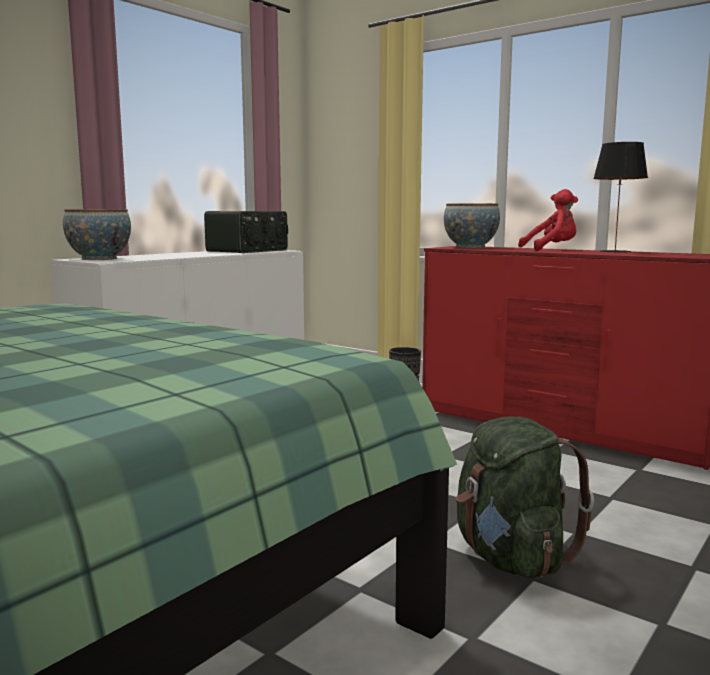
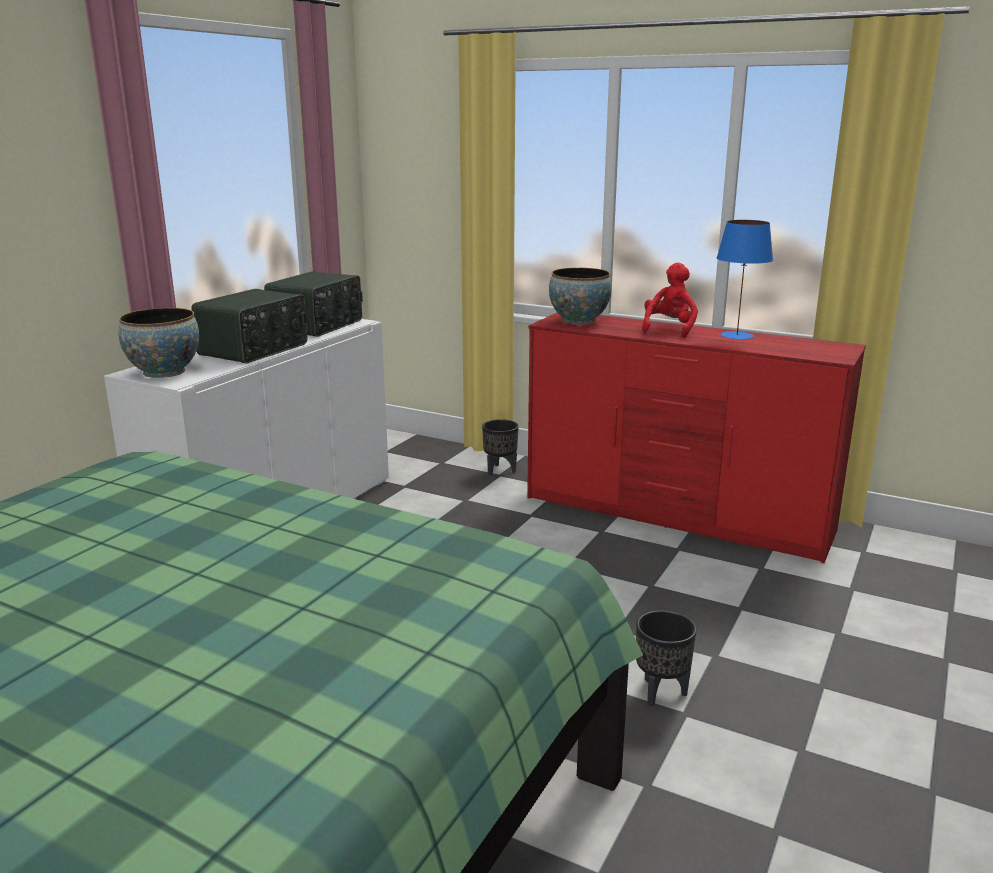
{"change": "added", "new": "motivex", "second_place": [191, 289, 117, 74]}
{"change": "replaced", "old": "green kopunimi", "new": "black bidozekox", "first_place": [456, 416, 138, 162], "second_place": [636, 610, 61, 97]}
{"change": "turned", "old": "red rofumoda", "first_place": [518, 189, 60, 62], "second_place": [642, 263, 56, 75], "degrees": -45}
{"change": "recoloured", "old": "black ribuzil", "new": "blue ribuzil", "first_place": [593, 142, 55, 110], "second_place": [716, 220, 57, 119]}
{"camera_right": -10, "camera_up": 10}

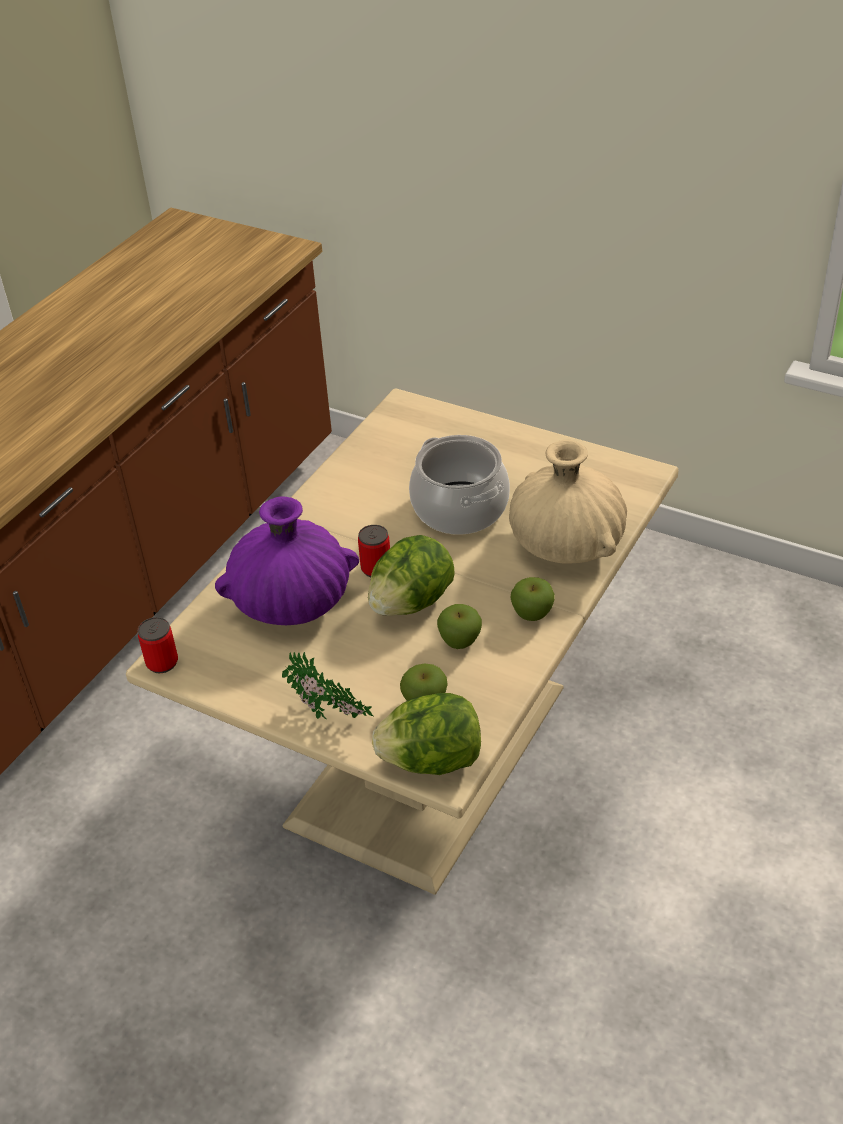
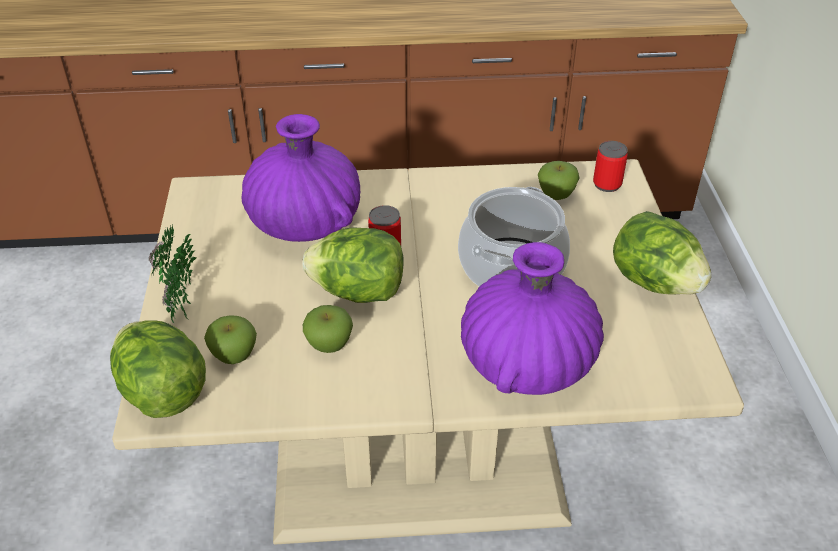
{"change": "recoloured", "old": "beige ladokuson", "new": "purple ladokuson", "first_place": [509, 440, 118, 124], "second_place": [461, 242, 143, 153]}
{"change": "moved", "old": "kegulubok", "first_place": [510, 577, 45, 44], "second_place": [538, 161, 42, 39]}
{"change": "moved", "old": "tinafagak", "first_place": [138, 617, 40, 56], "second_place": [593, 141, 35, 51]}
{"change": "added", "new": "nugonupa", "second_place": [613, 211, 99, 84]}
{"camera_right": 55, "camera_up": 0}

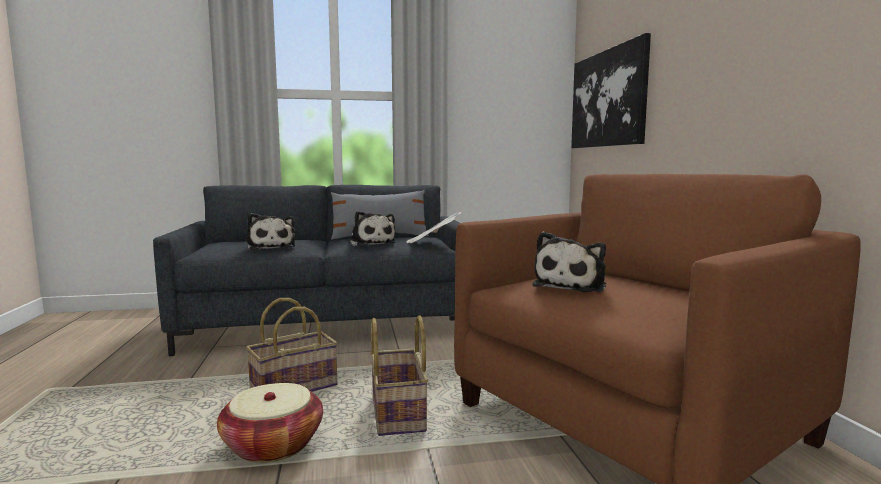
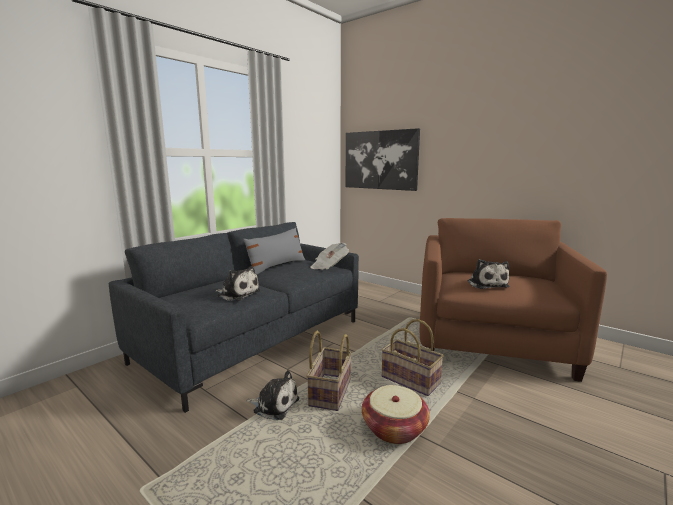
{"change": "moved", "old": "rofumoda", "first_place": [349, 211, 47, 35], "second_place": [246, 370, 53, 50]}
{"camera_right": -40, "camera_up": 5}

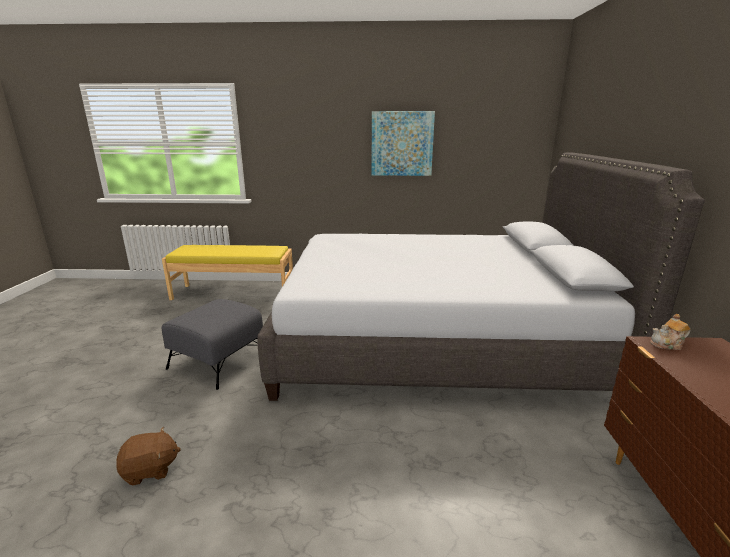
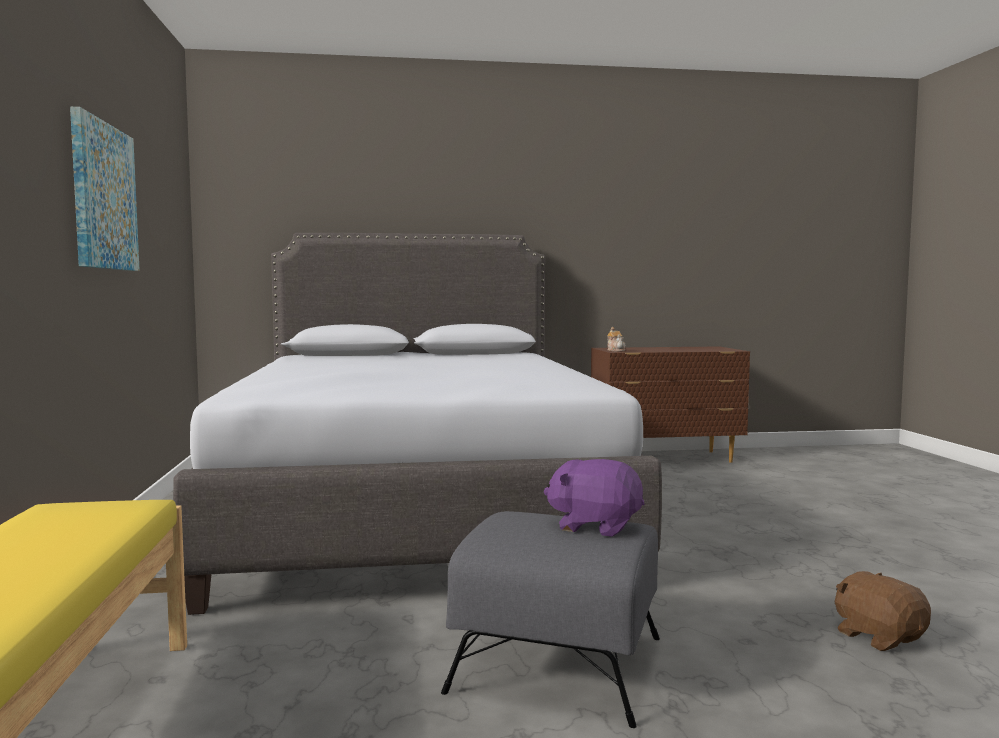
{"change": "added", "new": "purple rofumoda", "second_place": [544, 459, 100, 78]}
{"camera_right": -100, "camera_up": -15}

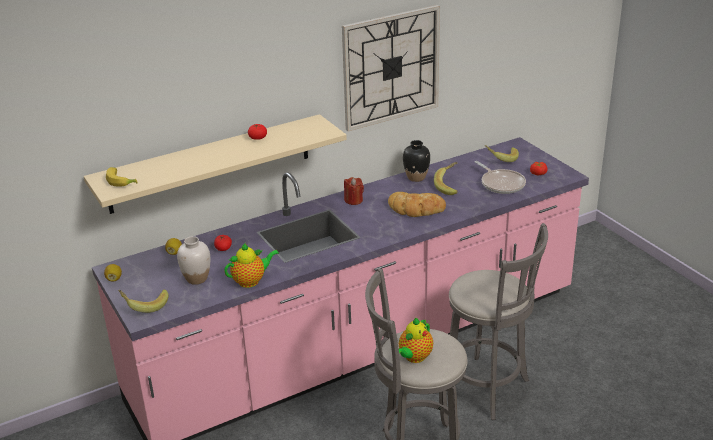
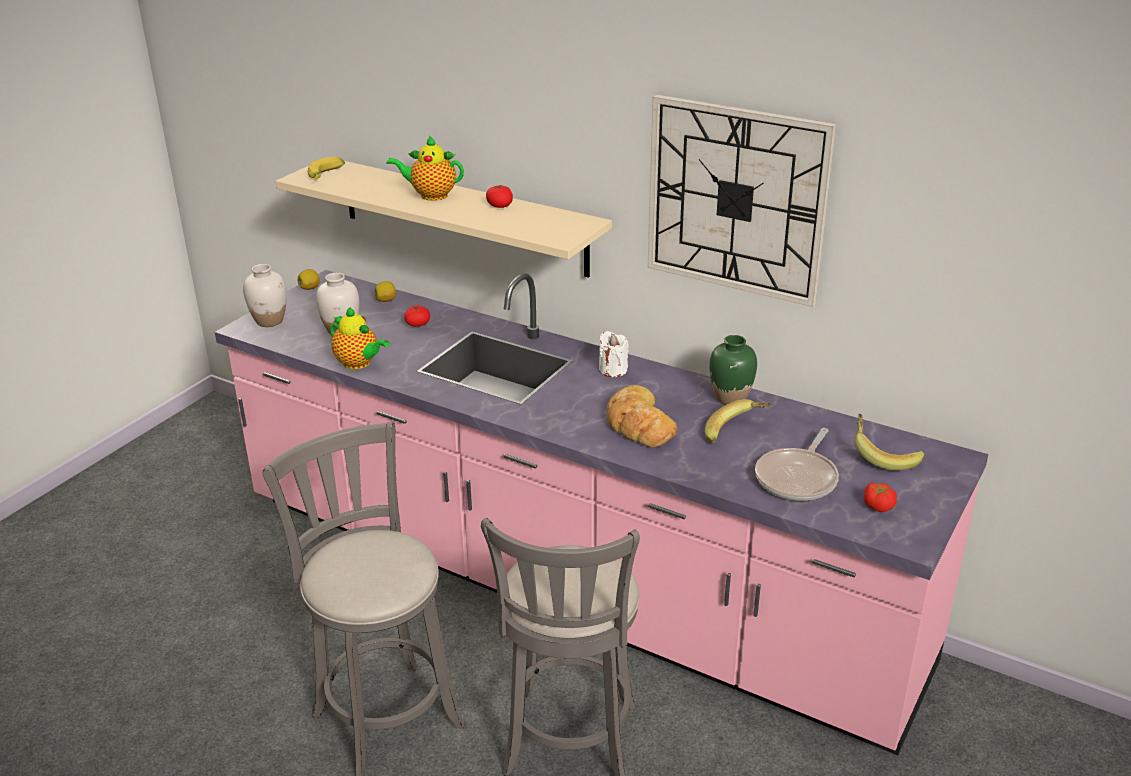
{"change": "replaced", "old": "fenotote", "new": "white ladokuson", "first_place": [118, 289, 51, 24], "second_place": [243, 264, 44, 63]}
{"change": "moved", "old": "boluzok", "first_place": [399, 318, 34, 45], "second_place": [387, 136, 77, 65]}
{"change": "recoloured", "old": "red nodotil", "new": "white nodotil", "first_place": [344, 177, 20, 28], "second_place": [599, 331, 30, 46]}
{"change": "recoloured", "old": "black ladokuson", "new": "green ladokuson", "first_place": [403, 140, 27, 42], "second_place": [709, 335, 48, 70]}
{"camera_right": 60, "camera_up": 0}

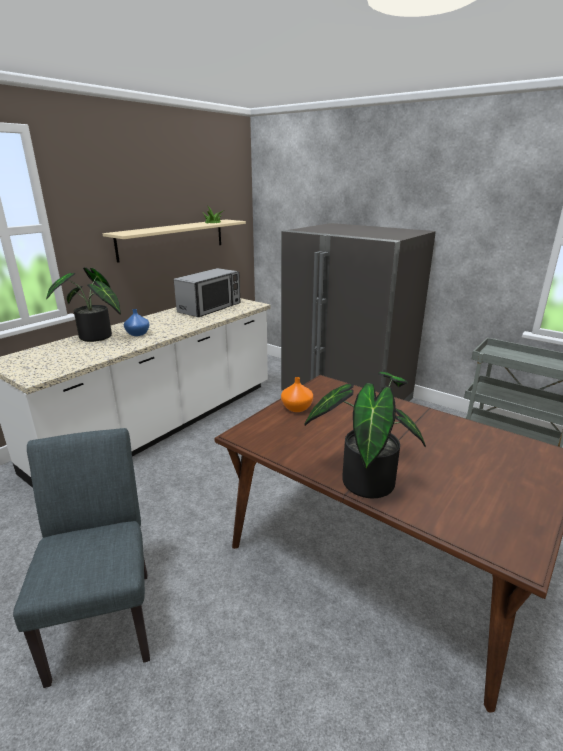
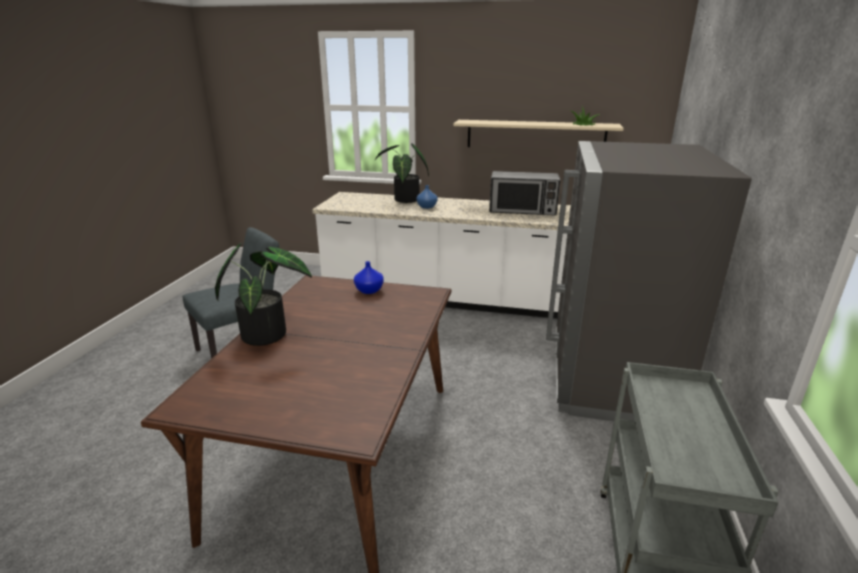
{"change": "recoloured", "old": "orange ladokuson", "new": "blue ladokuson", "first_place": [281, 377, 32, 35], "second_place": [354, 261, 30, 33]}
{"camera_right": 65, "camera_up": 0}

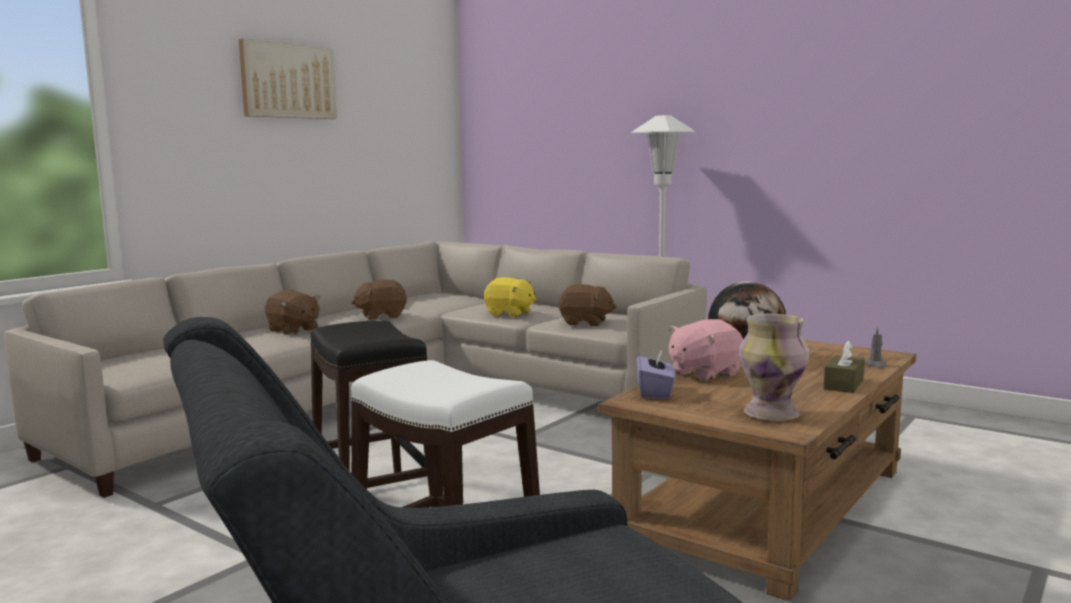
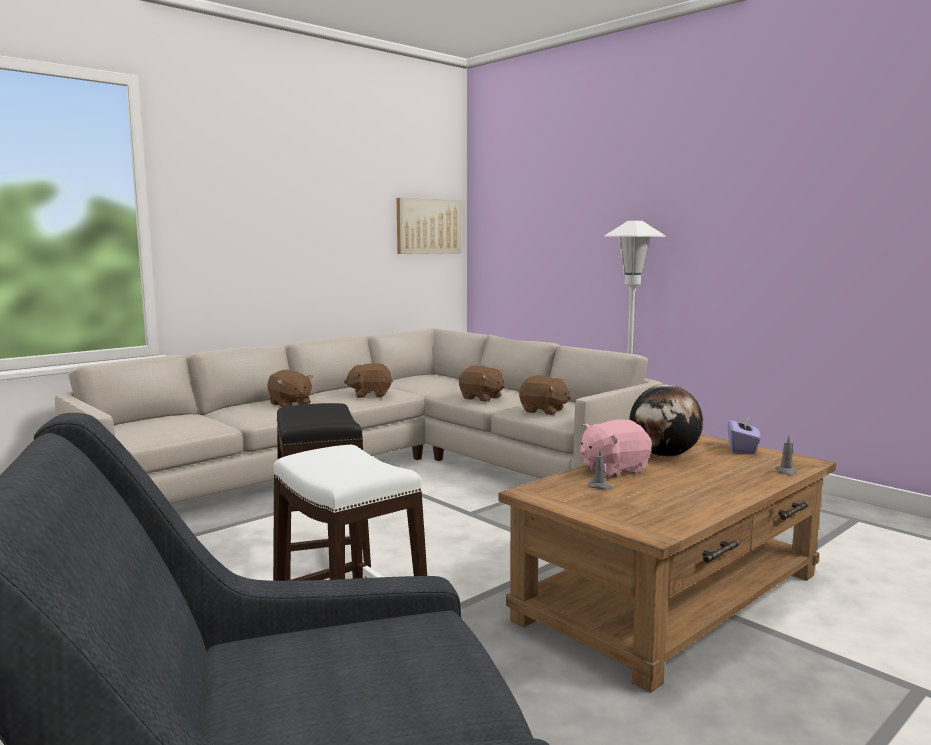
{"change": "moved", "old": "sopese", "first_place": [239, 39, 98, 80], "second_place": [397, 198, 64, 56]}
{"change": "recoloured", "old": "yellow rofumoda", "new": "brown rofumoda", "first_place": [484, 277, 52, 40], "second_place": [459, 365, 46, 37]}
{"change": "added", "new": "grey nodotil", "second_place": [587, 447, 26, 43]}
{"change": "moved", "old": "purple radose", "first_place": [636, 348, 40, 51], "second_place": [728, 414, 33, 40]}
{"change": "removed", "old": "ladokuson", "first_place": [739, 314, 70, 107]}
{"change": "removed", "old": "brown radose", "first_place": [824, 340, 41, 53]}
{"camera_right": 10, "camera_up": 0}

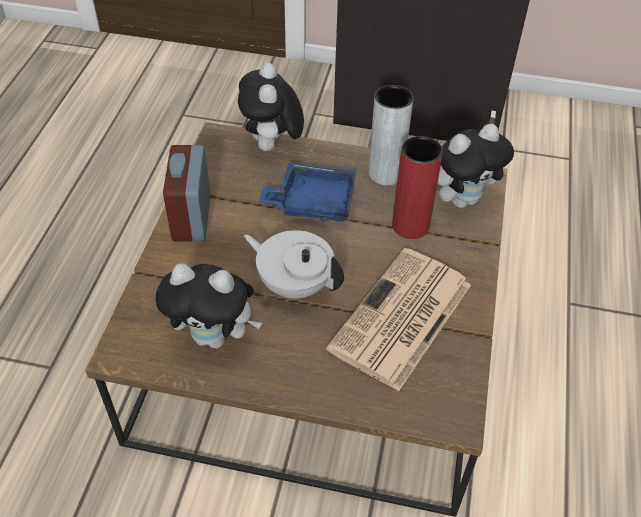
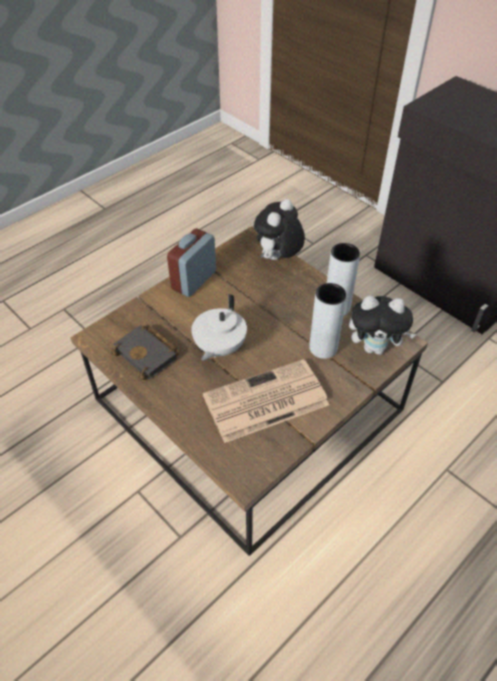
{"change": "replaced", "old": "rofumoda", "new": "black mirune", "first_place": [155, 263, 107, 86], "second_place": [110, 325, 70, 55]}
{"change": "turned", "old": "white boluzok", "first_place": [244, 230, 100, 69], "second_place": [191, 294, 56, 67], "degrees": -135}
{"change": "recoloured", "old": "red ladokuson", "new": "grey ladokuson", "first_place": [392, 136, 51, 103], "second_place": [309, 283, 38, 76]}
{"change": "removed", "old": "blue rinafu", "first_place": [259, 163, 97, 59]}
{"camera_right": 35, "camera_up": 0}

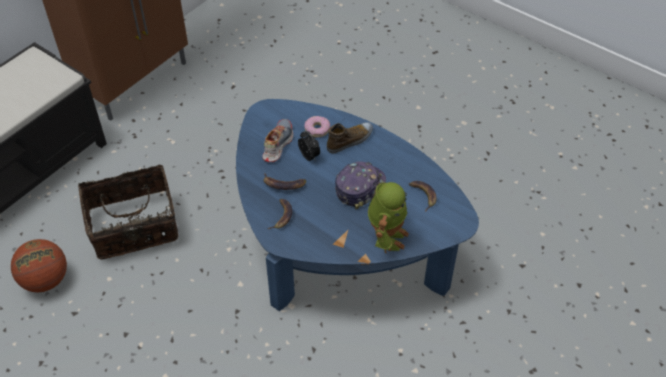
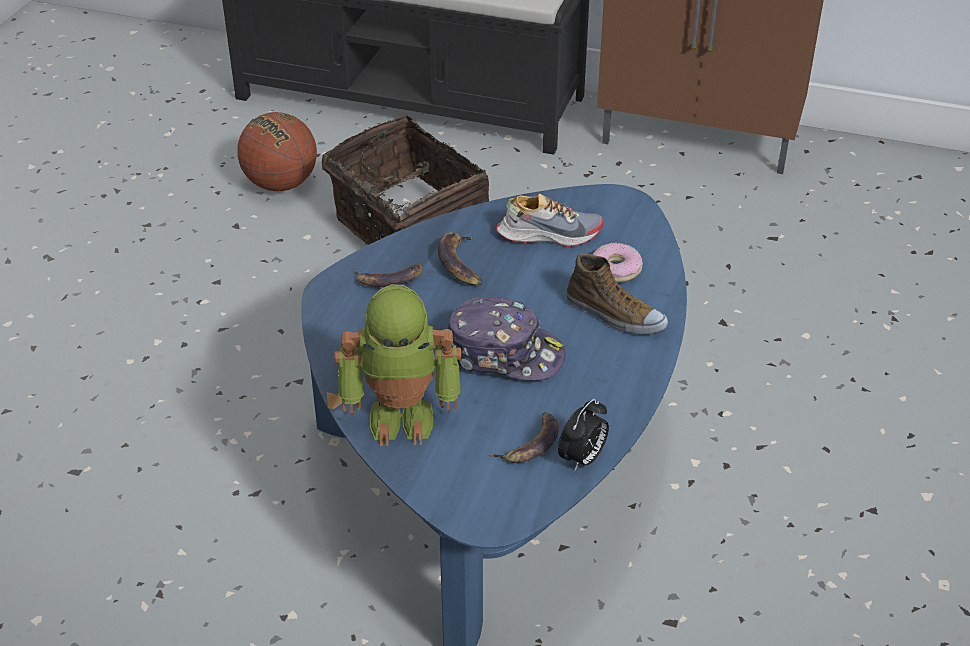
{"change": "moved", "old": "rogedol", "first_place": [298, 131, 22, 30], "second_place": [558, 399, 51, 72]}
{"camera_right": 70, "camera_up": -10}

